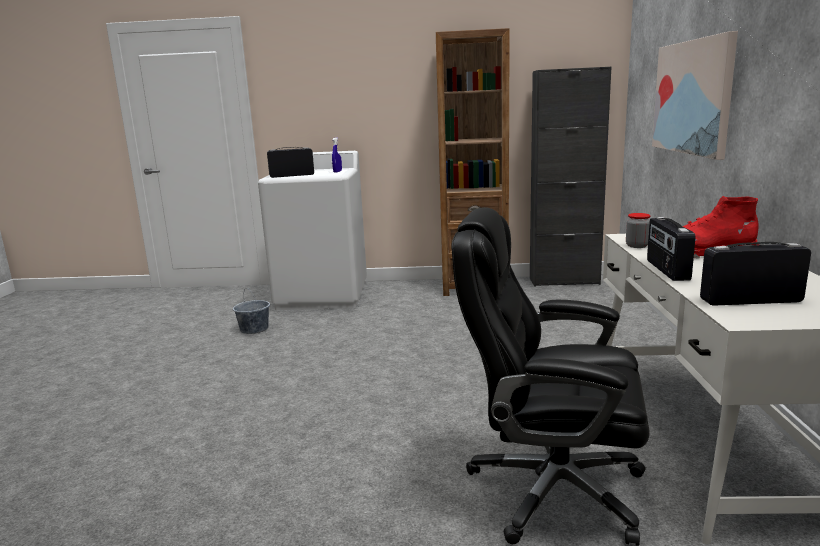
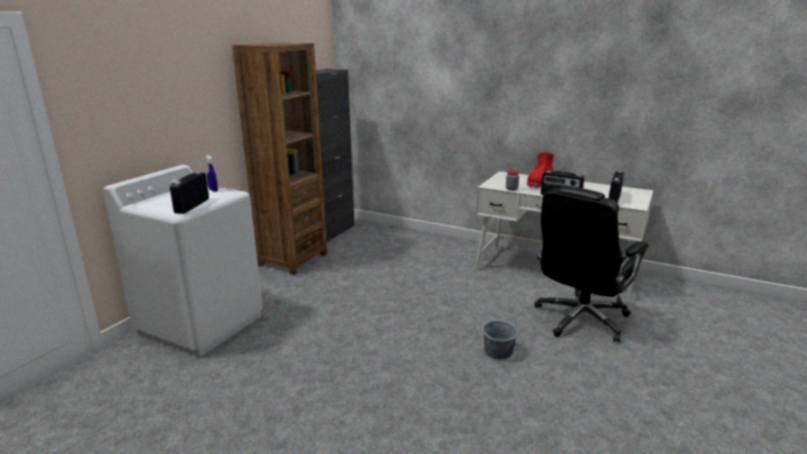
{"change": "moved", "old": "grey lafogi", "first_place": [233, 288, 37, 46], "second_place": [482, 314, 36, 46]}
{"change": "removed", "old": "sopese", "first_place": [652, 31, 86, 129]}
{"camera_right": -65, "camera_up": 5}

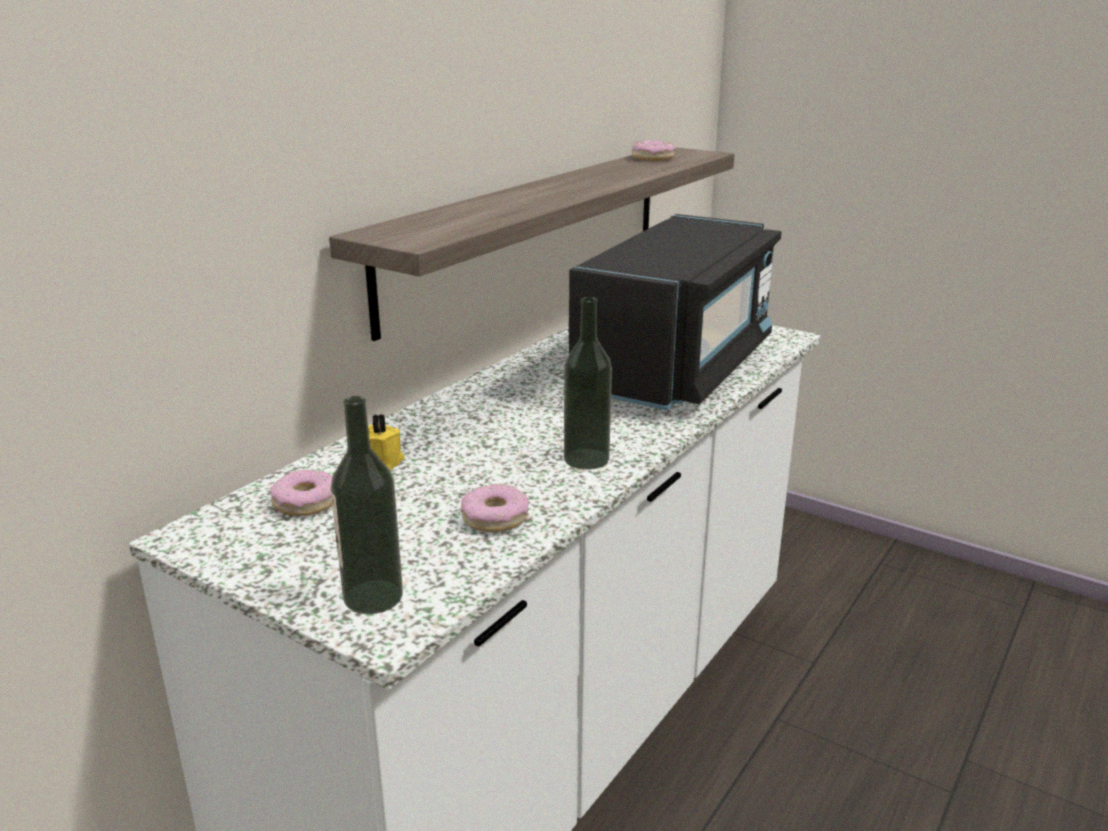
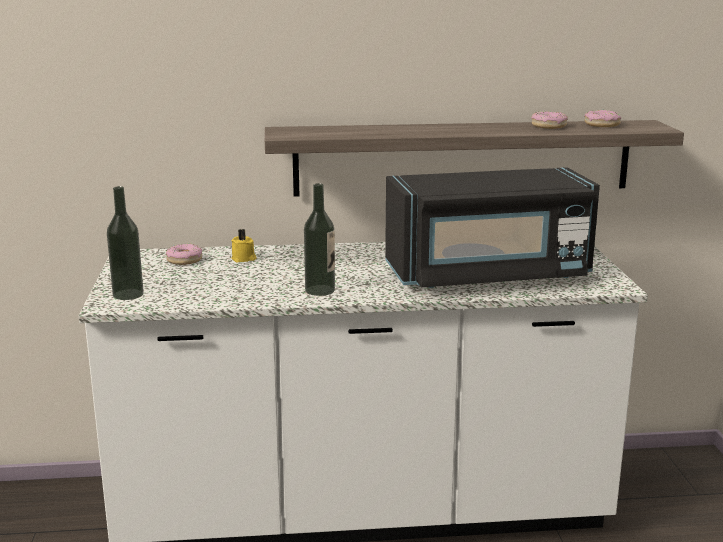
{"change": "moved", "old": "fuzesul", "first_place": [460, 484, 69, 48], "second_place": [531, 111, 37, 18]}
{"camera_right": 50, "camera_up": -5}

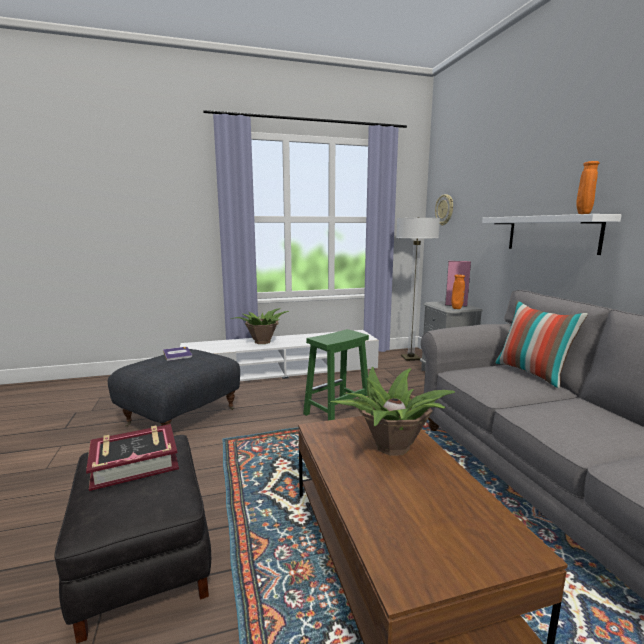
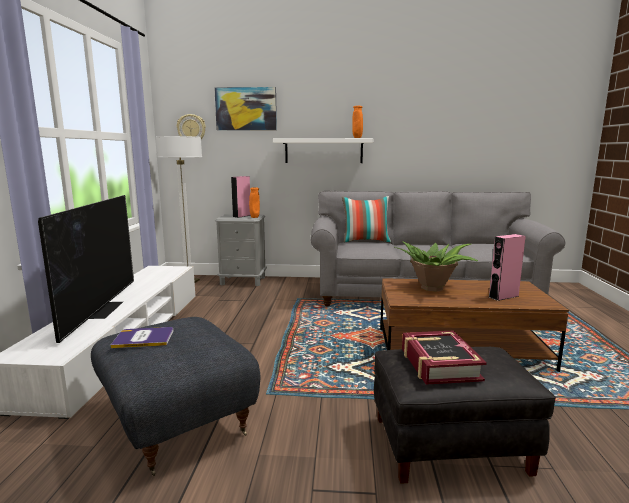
{"change": "replaced", "old": "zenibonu", "new": "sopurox", "first_place": [231, 308, 58, 36], "second_place": [38, 195, 96, 148]}
{"change": "added", "new": "sopese", "second_place": [214, 87, 63, 43]}
{"change": "added", "new": "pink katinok", "second_place": [489, 234, 37, 67]}
{"change": "removed", "old": "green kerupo", "first_place": [303, 329, 66, 91]}
{"camera_right": -70, "camera_up": 0}

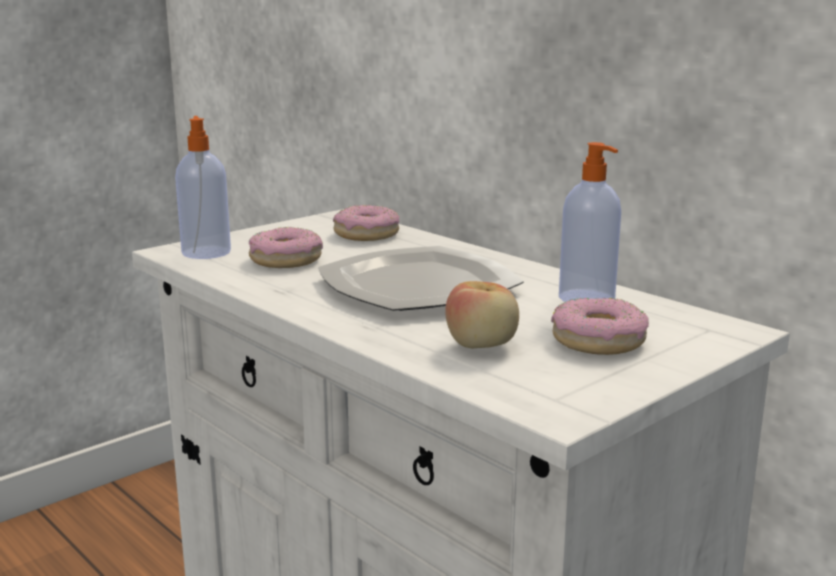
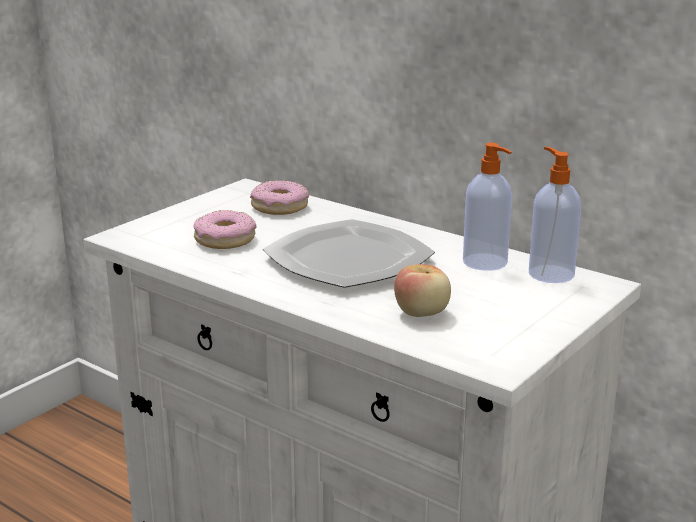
{"change": "moved", "old": "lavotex", "first_place": [175, 116, 56, 143], "second_place": [529, 147, 52, 136]}
{"change": "removed", "old": "fuzesul", "first_place": [551, 298, 98, 57]}
{"camera_right": -10, "camera_up": 5}

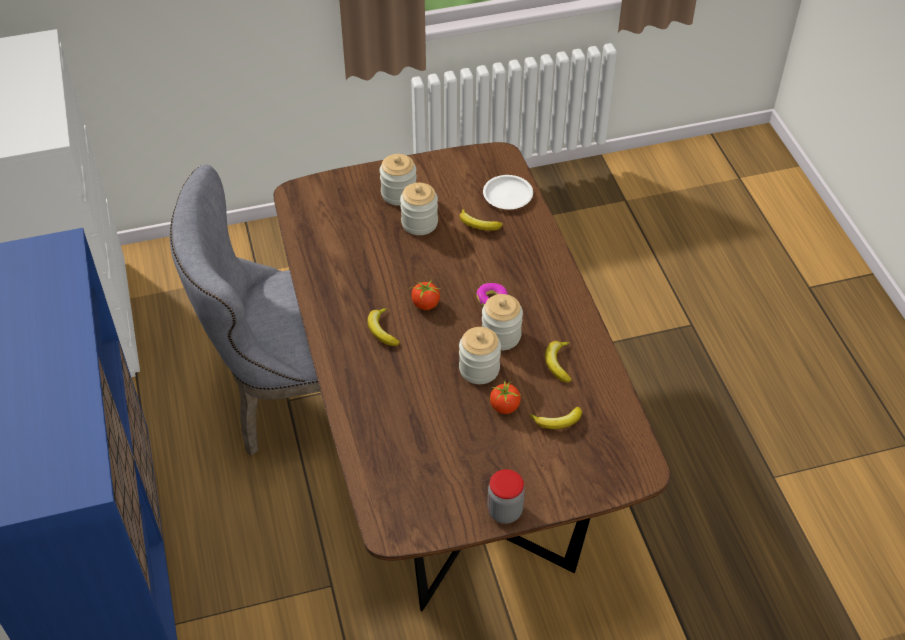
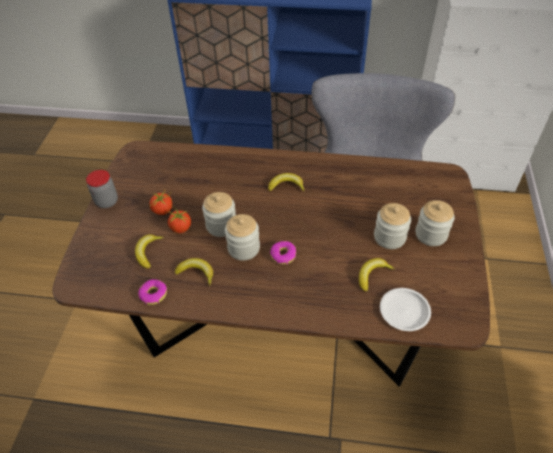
{"change": "added", "new": "fuzesul", "second_place": [138, 279, 29, 26]}
{"change": "moved", "old": "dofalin", "first_place": [410, 279, 30, 31], "second_place": [150, 188, 22, 27]}
{"camera_right": 115, "camera_up": 0}

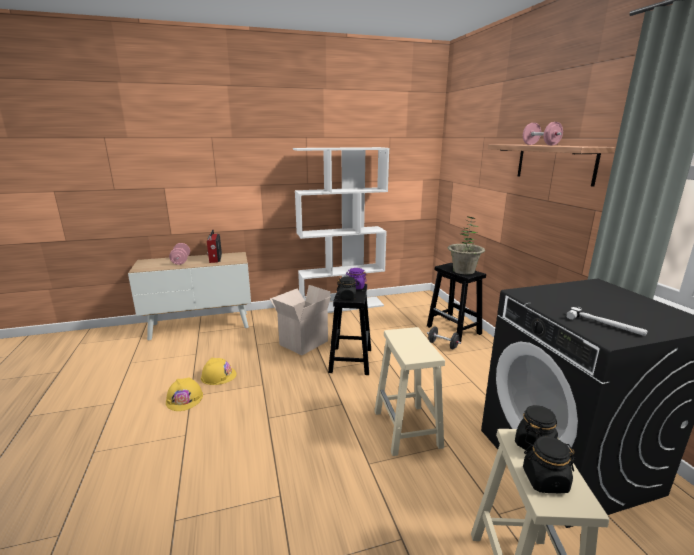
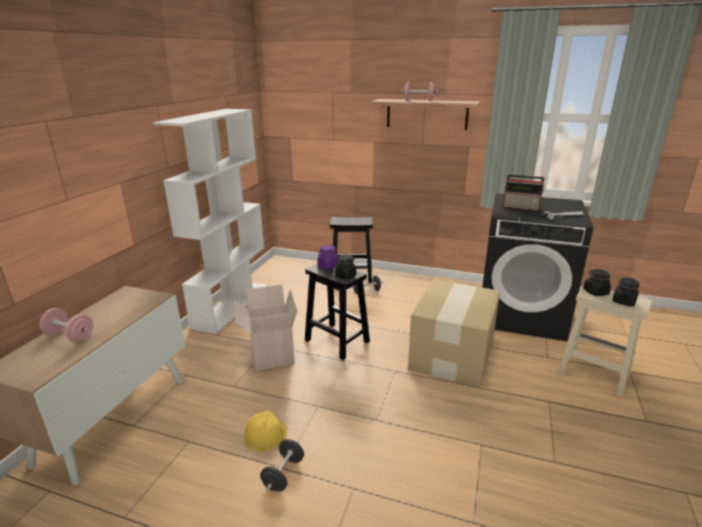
{"change": "replaced", "old": "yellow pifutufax", "new": "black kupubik", "first_place": [166, 377, 37, 34], "second_place": [260, 439, 44, 52]}
{"change": "replaced", "old": "beige kerupo", "new": "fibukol", "first_place": [374, 327, 71, 129], "second_place": [408, 279, 92, 109]}
{"change": "moved", "old": "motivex", "first_place": [207, 230, 15, 33], "second_place": [503, 174, 42, 37]}
{"change": "removed", "old": "zenibonu", "first_place": [448, 216, 37, 58]}
{"camera_right": -55, "camera_up": 5}

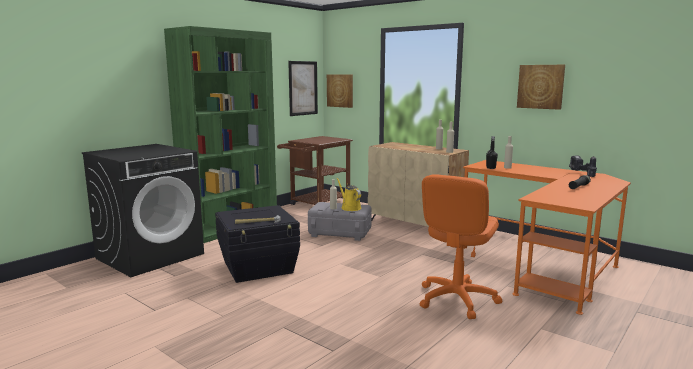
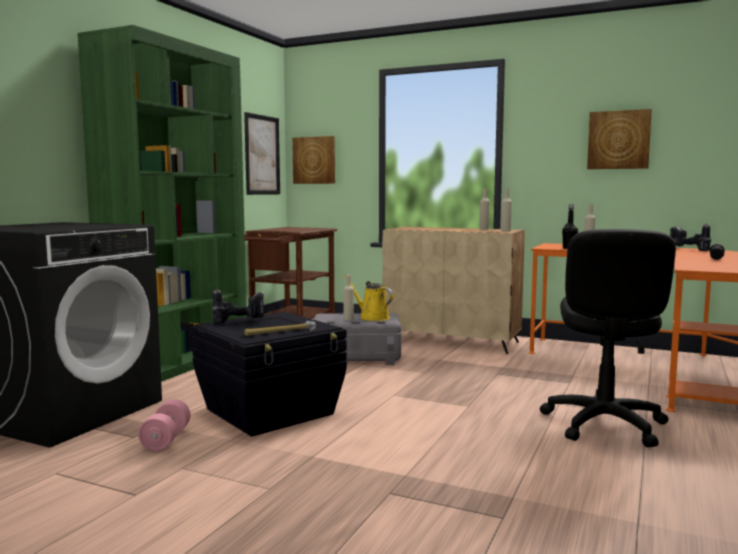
{"change": "added", "new": "pink kupubik", "second_place": [138, 399, 53, 52]}
{"change": "added", "new": "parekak", "second_place": [212, 289, 52, 35]}
{"change": "recoloured", "old": "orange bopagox", "new": "black bopagox", "first_place": [420, 174, 82, 145], "second_place": [540, 229, 136, 218]}
{"camera_right": -15, "camera_up": -5}

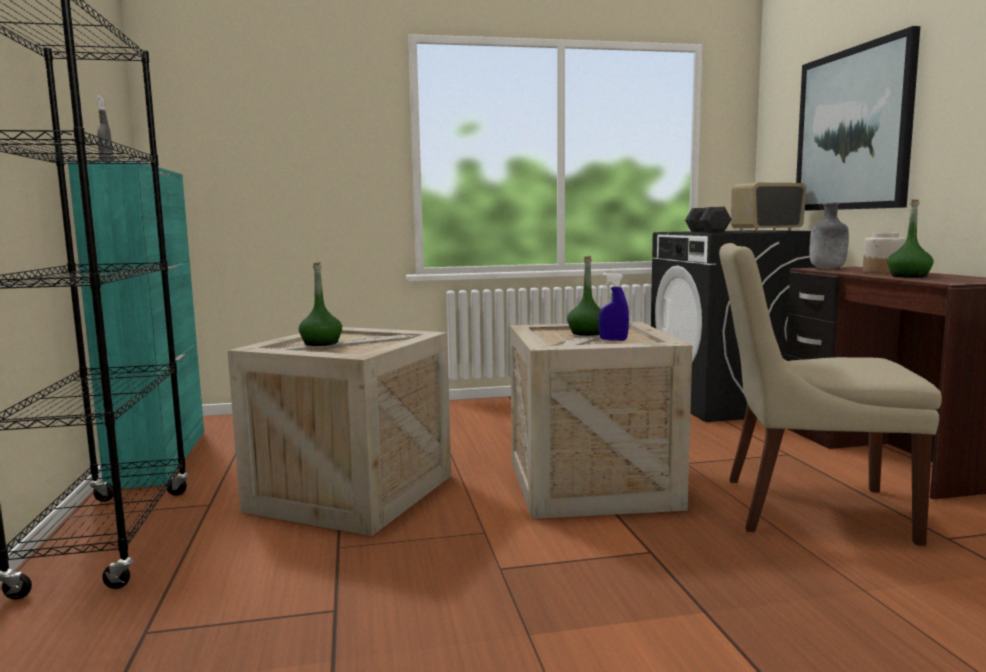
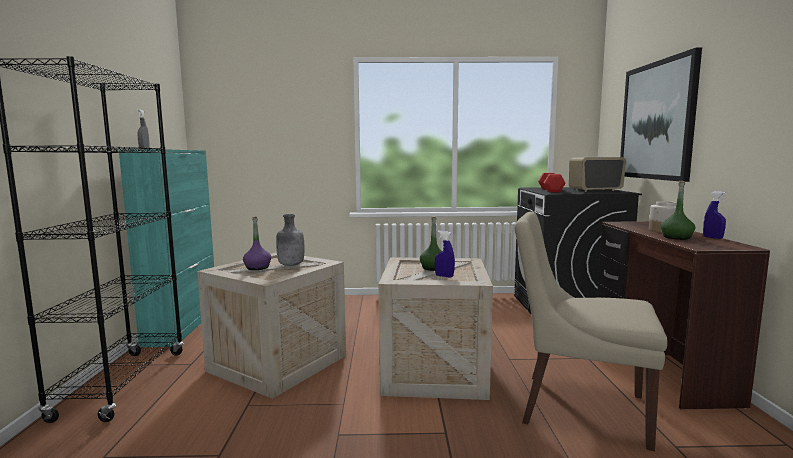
{"change": "recoloured", "old": "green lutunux", "new": "purple lutunux", "first_place": [299, 262, 43, 84], "second_place": [243, 216, 28, 54]}
{"change": "moved", "old": "grey lutunux", "first_place": [810, 203, 39, 66], "second_place": [276, 214, 28, 52]}
{"change": "recoloured", "old": "grey kupubik", "new": "red kupubik", "first_place": [685, 207, 47, 26], "second_place": [538, 173, 28, 19]}
{"change": "added", "new": "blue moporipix", "second_place": [703, 191, 23, 48]}
{"camera_right": 10, "camera_up": 0}

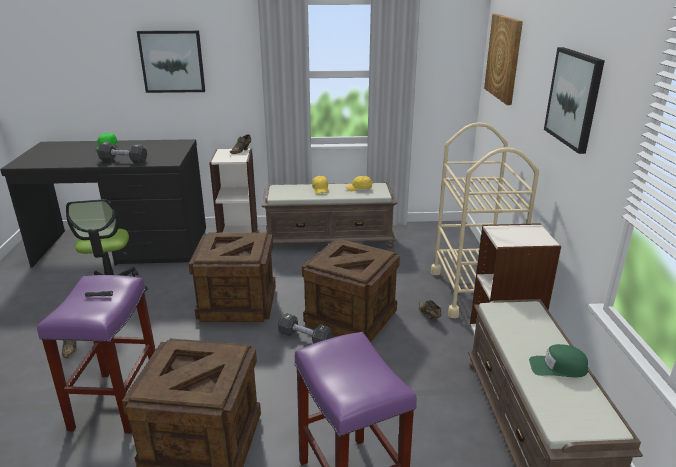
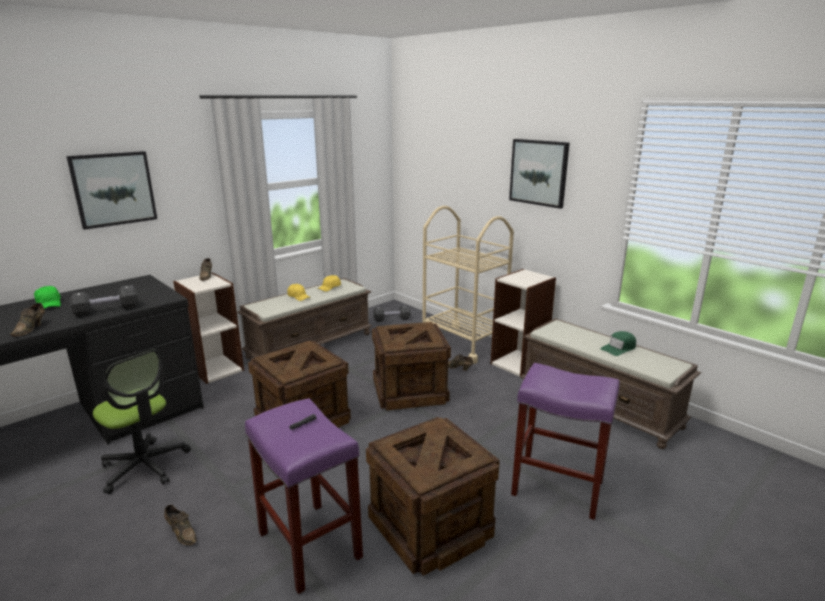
{"change": "added", "new": "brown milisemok", "second_place": [11, 303, 34, 33]}
{"change": "moved", "old": "black kupubik", "first_place": [278, 313, 54, 31], "second_place": [373, 305, 37, 17]}
{"change": "removed", "old": "sopese", "first_place": [484, 14, 39, 91]}
{"camera_right": -40, "camera_up": -5}

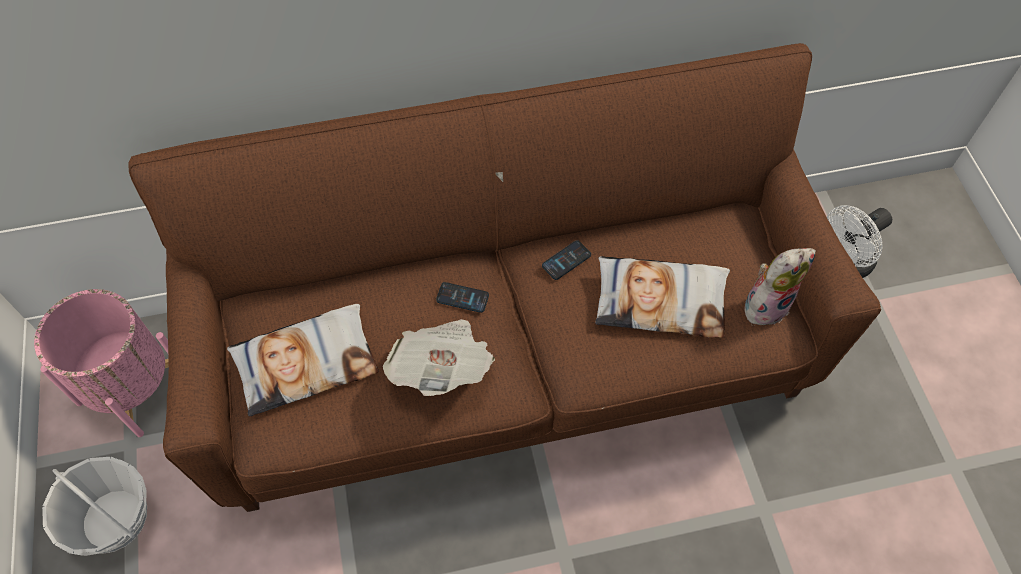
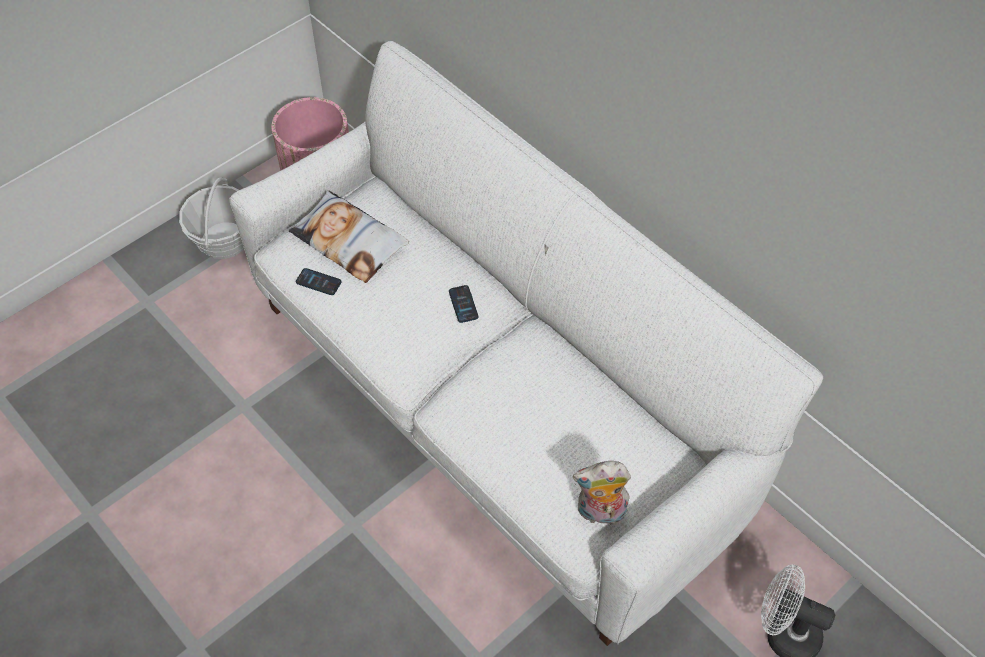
{"change": "recoloured", "old": "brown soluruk", "new": "white soluruk", "first_place": [128, 43, 753, 469], "second_place": [229, 41, 594, 605]}
{"change": "moved", "old": "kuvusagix", "first_place": [542, 240, 49, 40], "second_place": [296, 268, 45, 27]}
{"change": "turned", "old": "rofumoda", "first_place": [745, 248, 71, 81], "second_place": [573, 461, 58, 67], "degrees": 150}
{"change": "removed", "old": "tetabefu", "first_place": [383, 319, 112, 77]}
{"change": "removed", "old": "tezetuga", "first_place": [595, 256, 135, 82]}
{"camera_right": 60, "camera_up": -5}

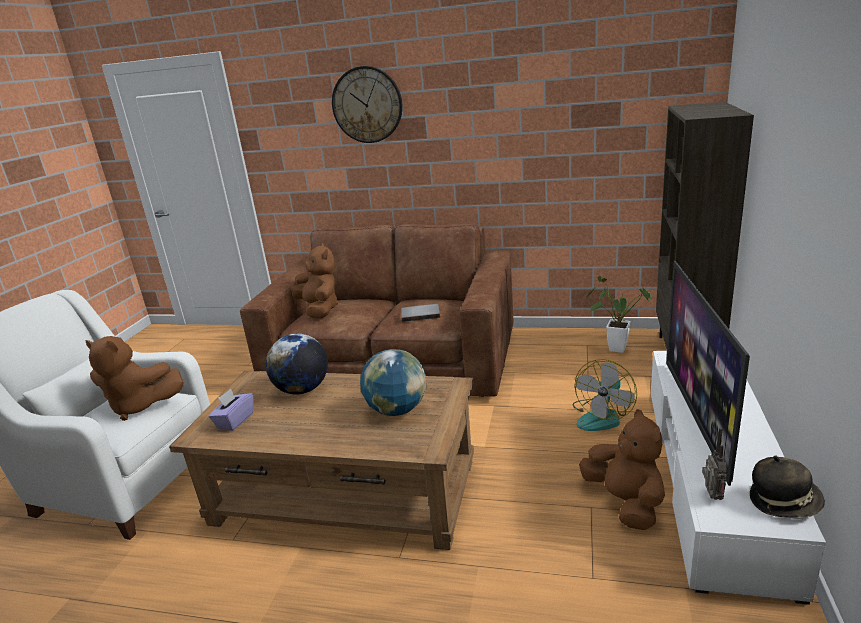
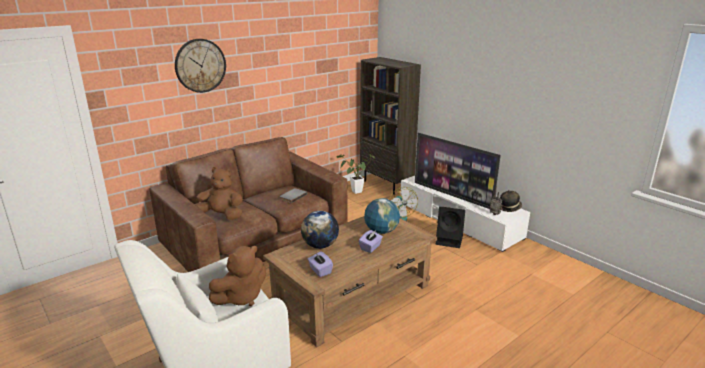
{"change": "added", "new": "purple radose", "second_place": [359, 230, 24, 23]}
{"change": "replaced", "old": "brown rofumoda", "new": "black katinok", "first_place": [579, 409, 86, 121], "second_place": [436, 207, 29, 41]}
{"camera_right": -55, "camera_up": 0}

